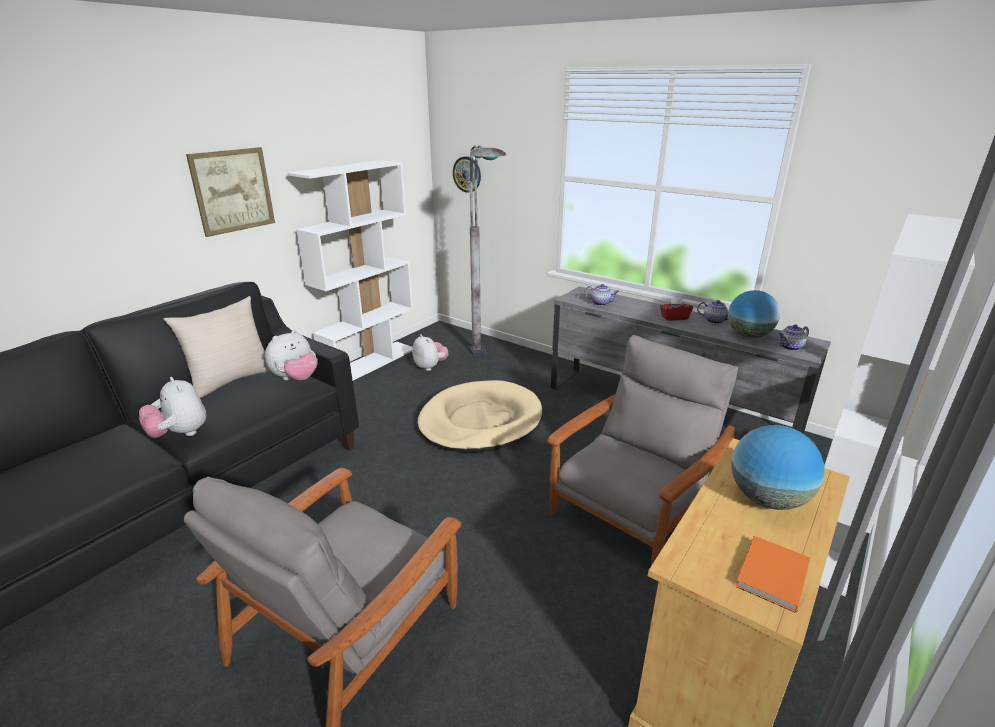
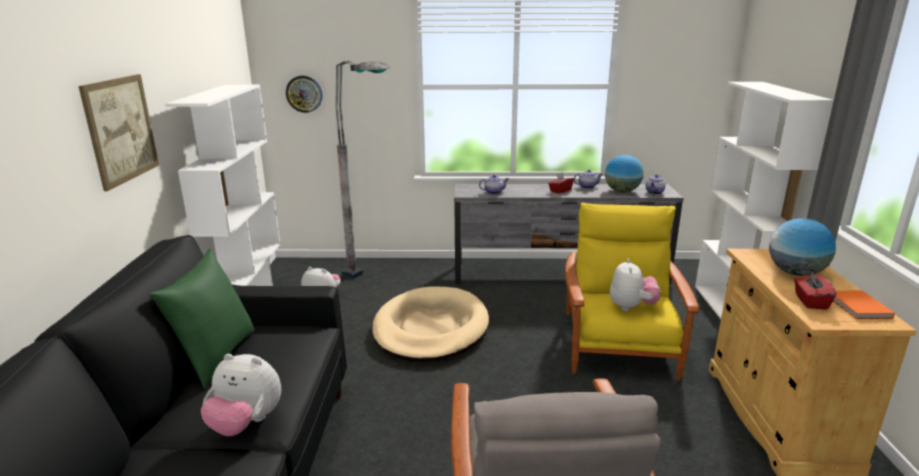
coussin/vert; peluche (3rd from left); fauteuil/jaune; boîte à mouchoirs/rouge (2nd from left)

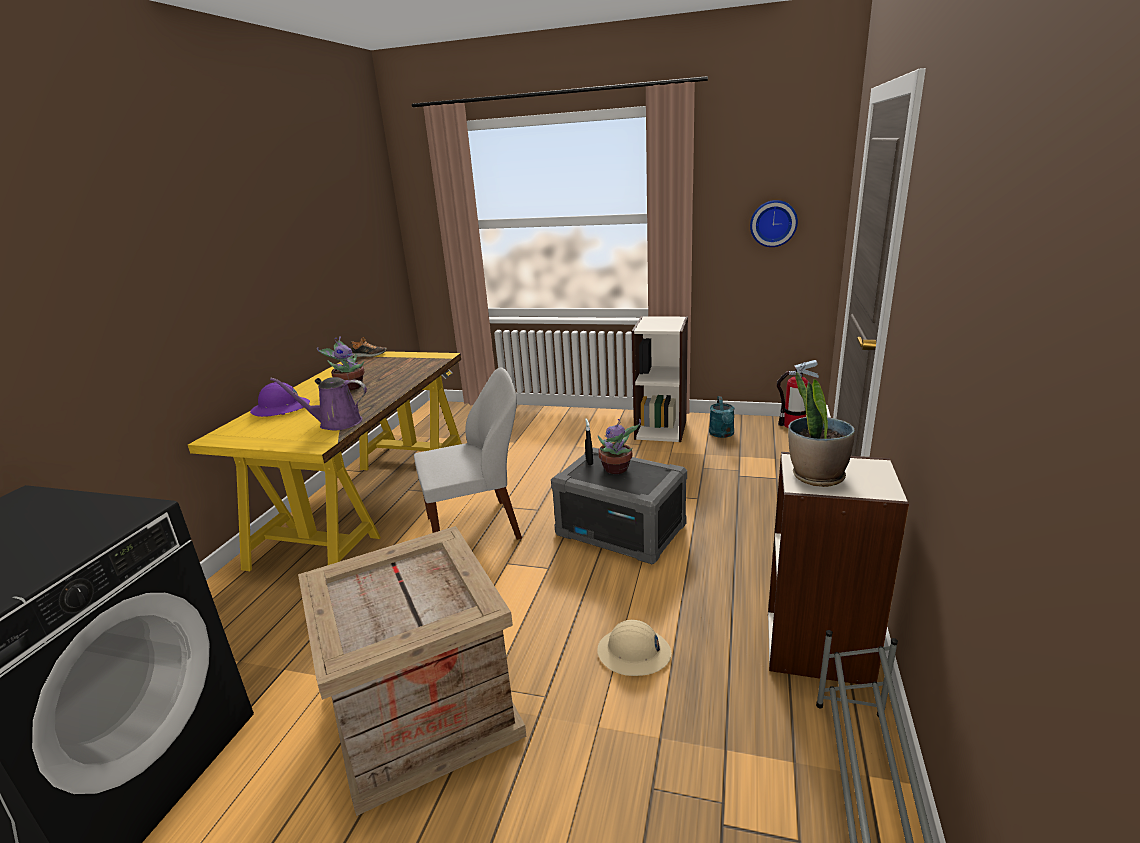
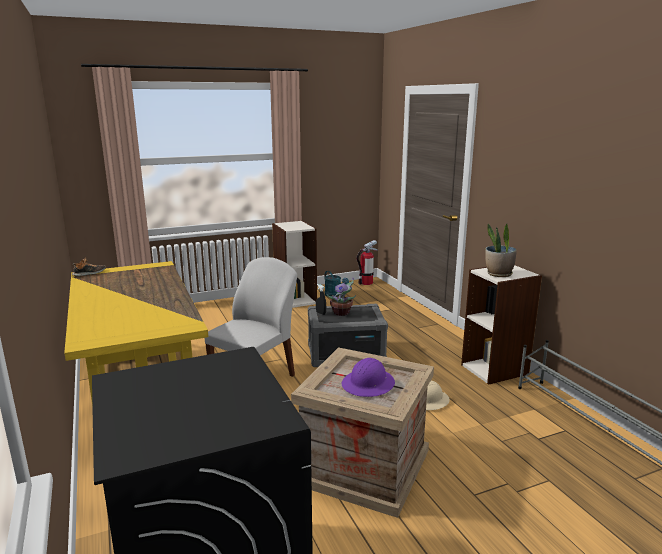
casque de chantier/violet; arrosoir/violet; plante en pot (1st from left in the first image); horloge murale

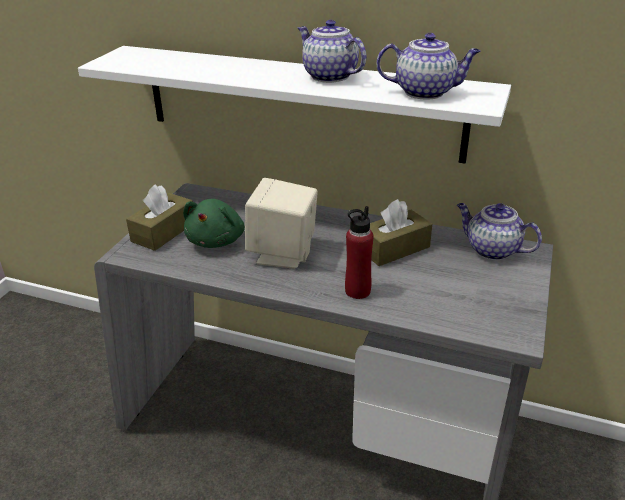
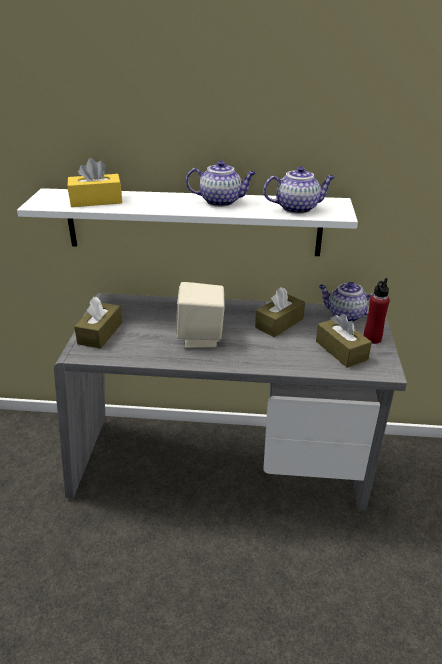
peluche/vert; théière (1st from left); bouteille/rouge; boîte à mouchoirs/jaune; boîte à mouchoirs/marron (3rd from left)

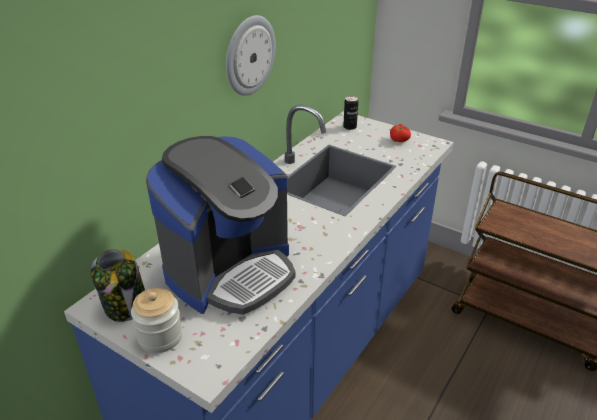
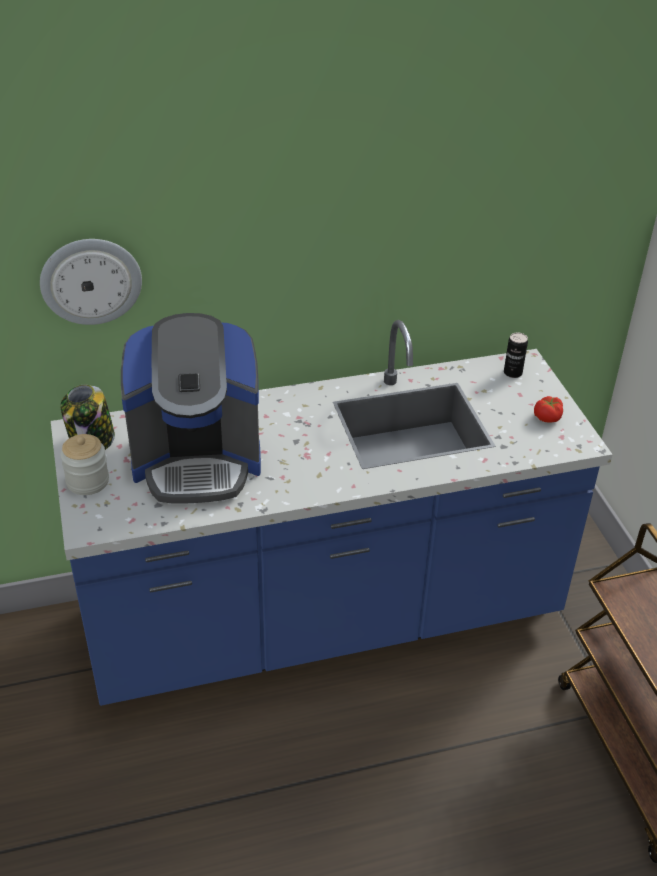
horloge murale

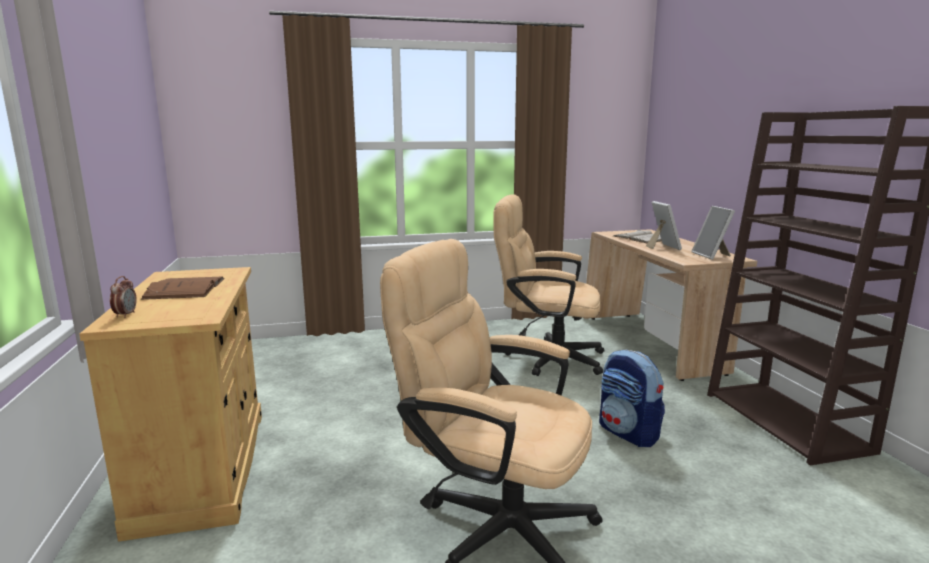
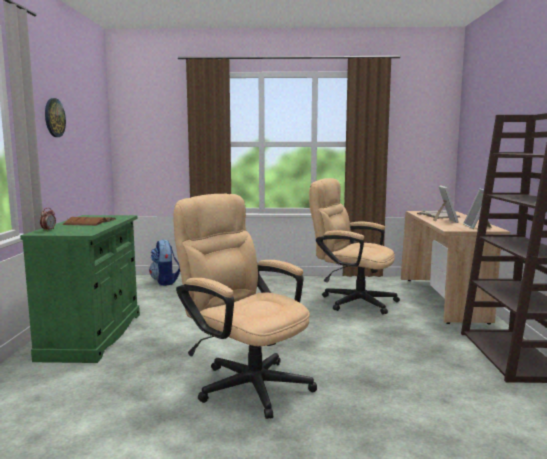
meuble de rangement/vert; sac à dos; horloge murale

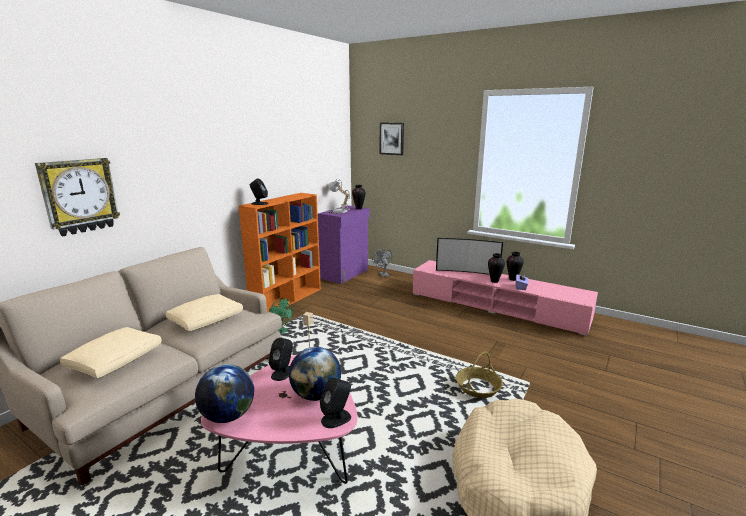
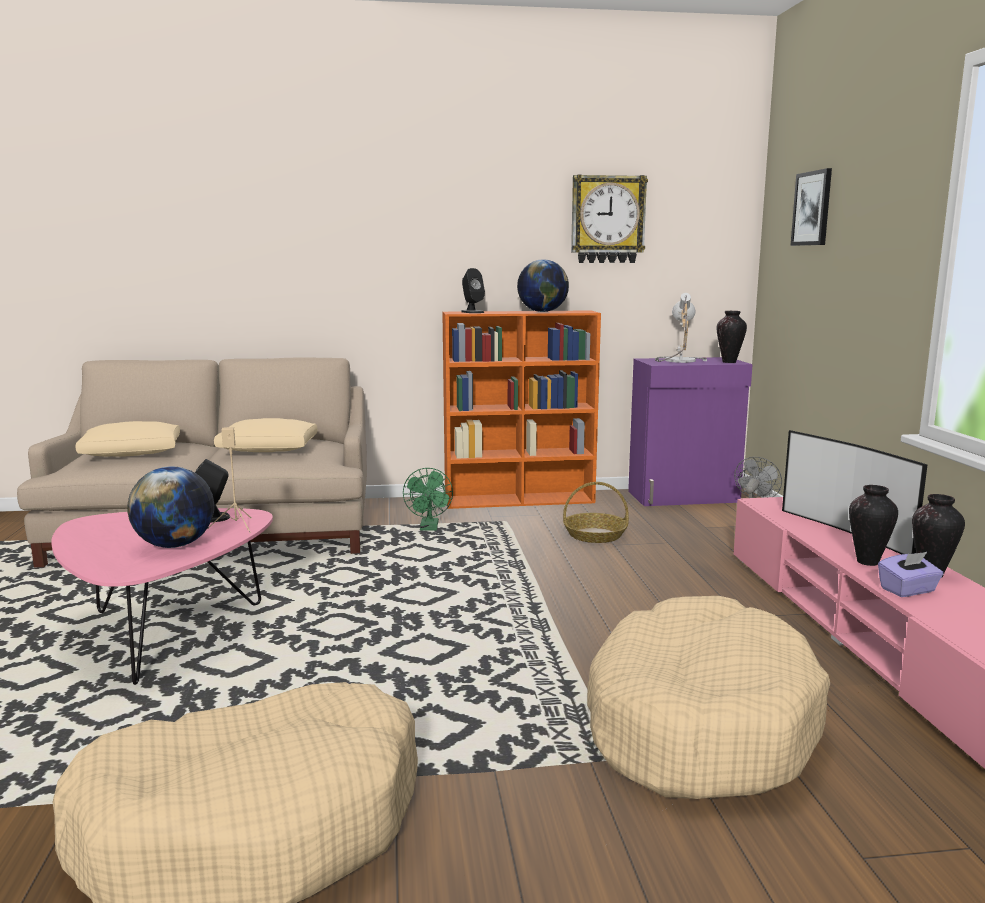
horloge murale; globe (2nd from left); enceinte/noir (3rd from left in the first image); panier; panier pour chien/beige (2nd from left)

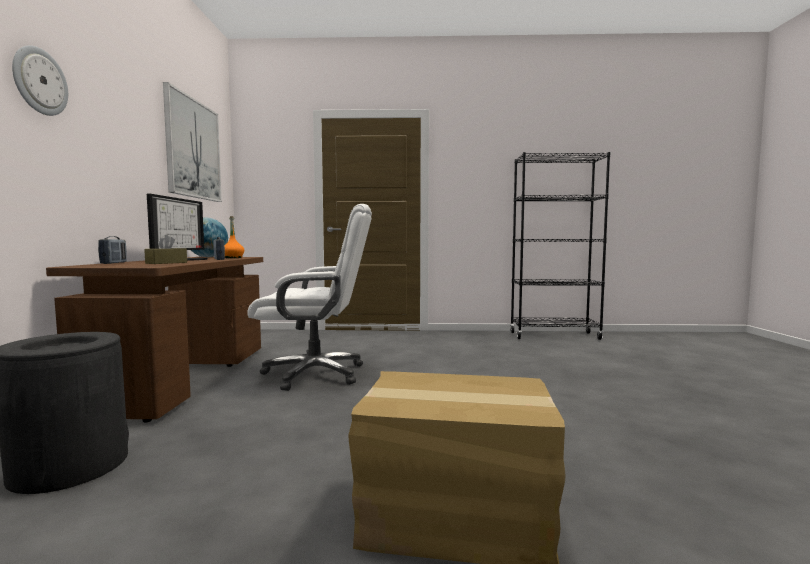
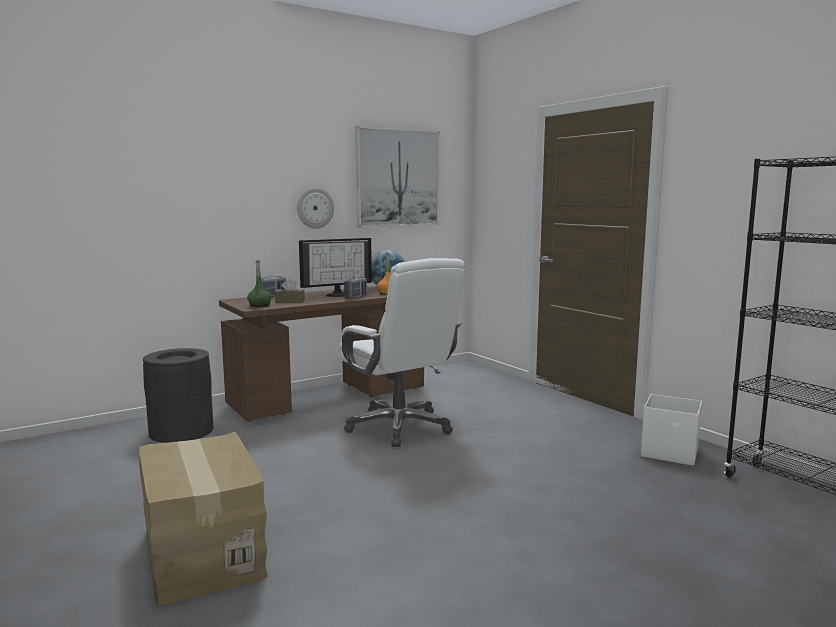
horloge murale; bouteille/vert; boîte de rangement/blanc

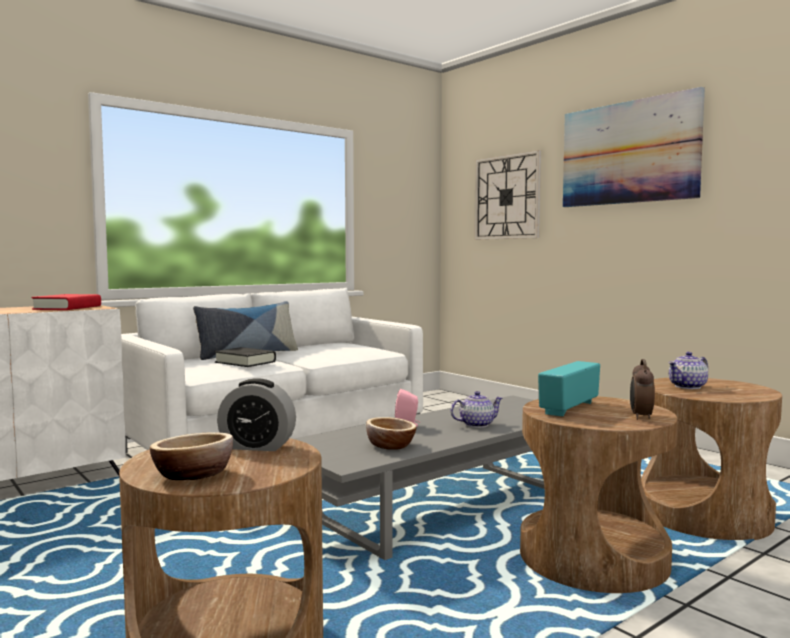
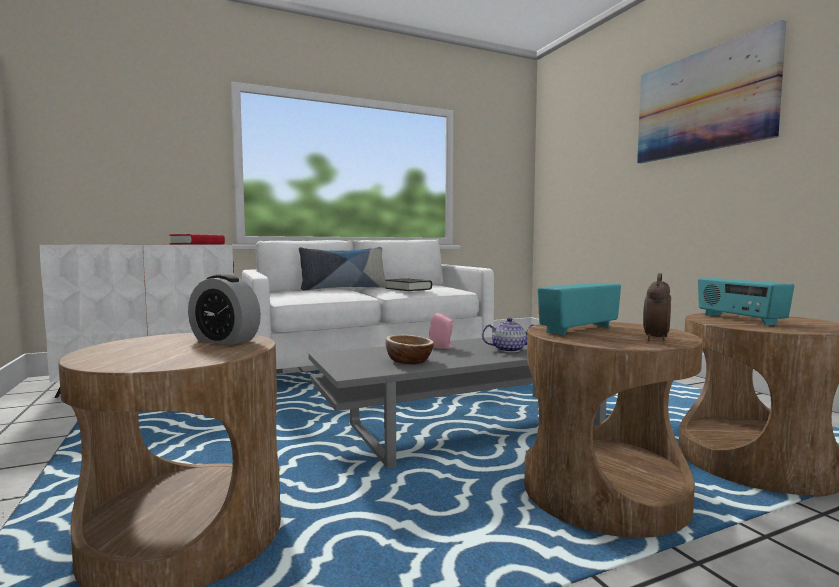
bol (1st from left in the first image); livre/noir; horloge murale; radio (2nd from left)

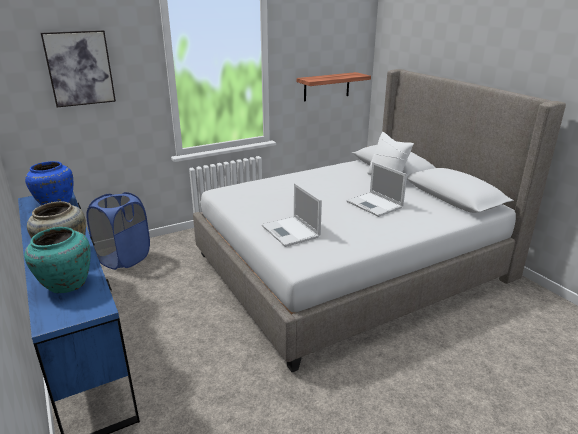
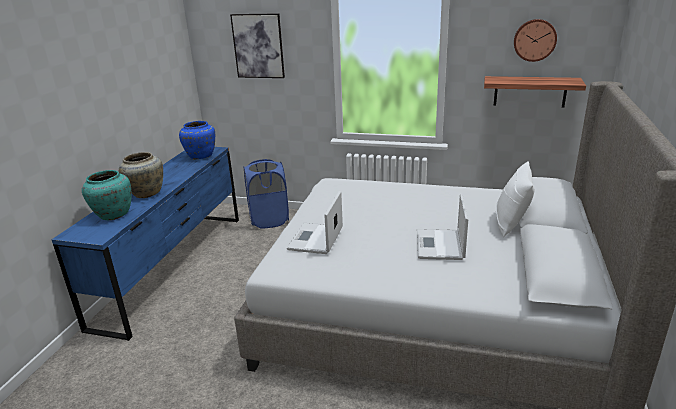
horloge murale

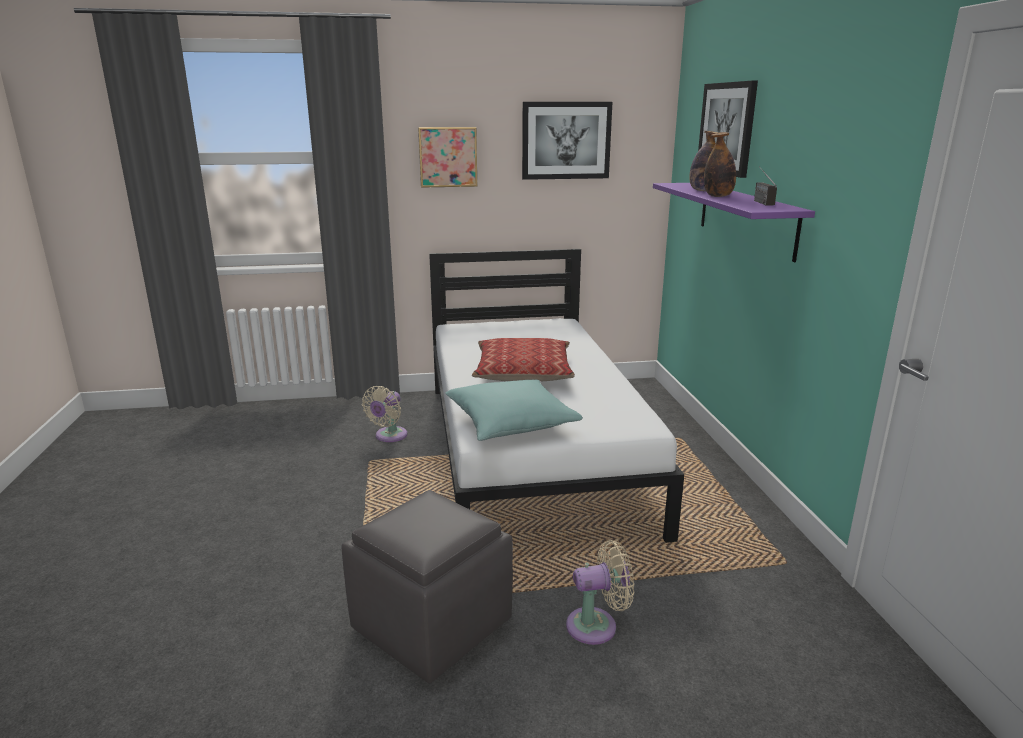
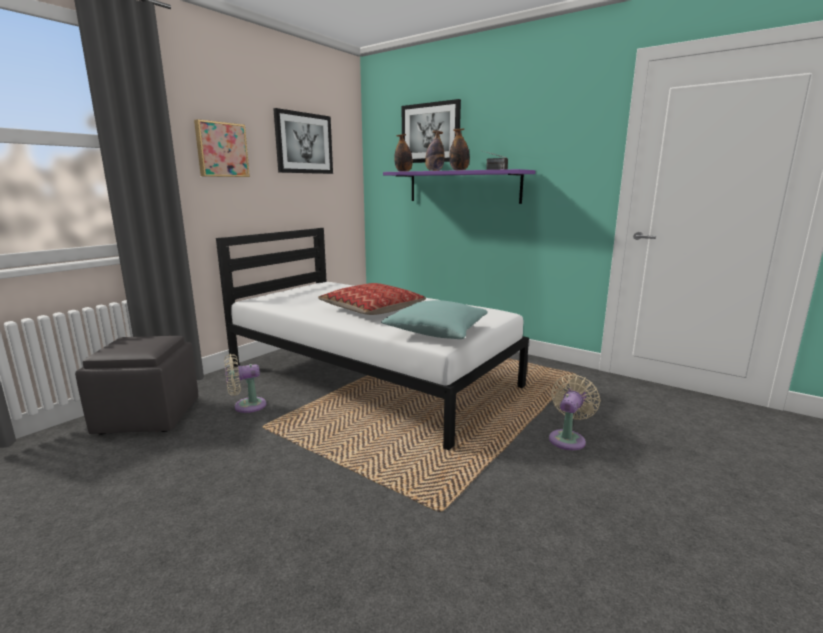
pouf/gris; ventilateur/beige (1st from left); bouteille (1st from left)

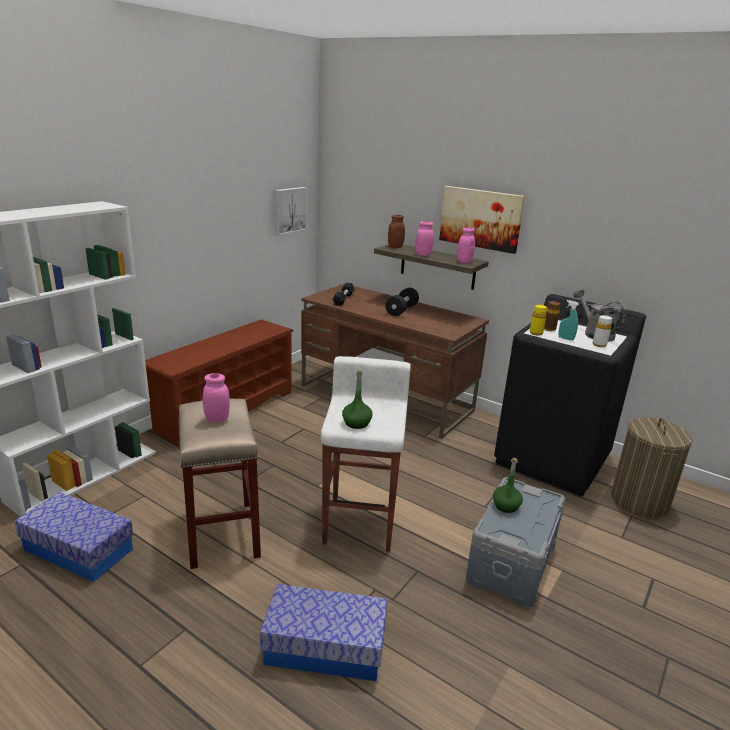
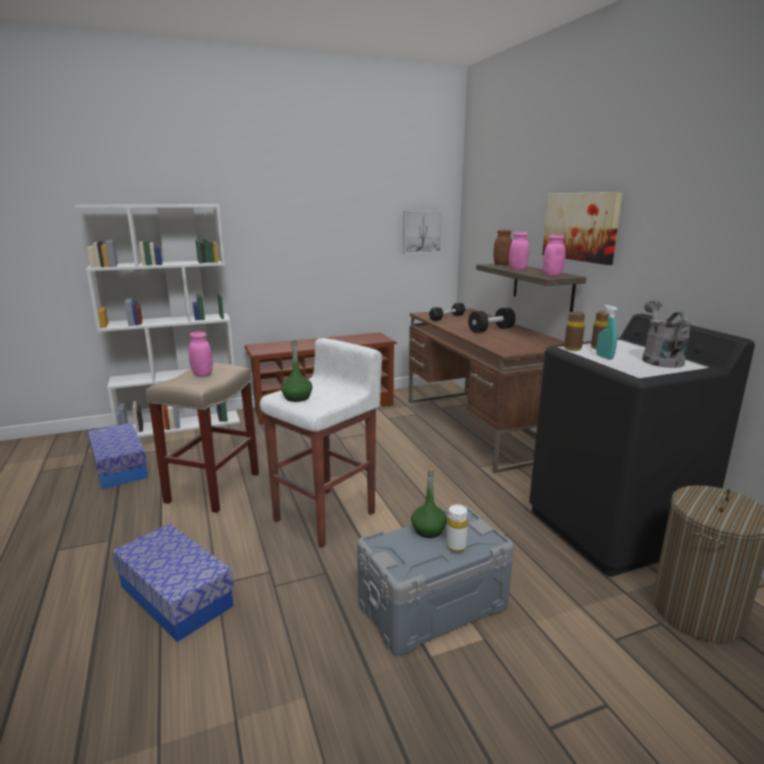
bouteille/marron (1st from left); bouteille/blanc

